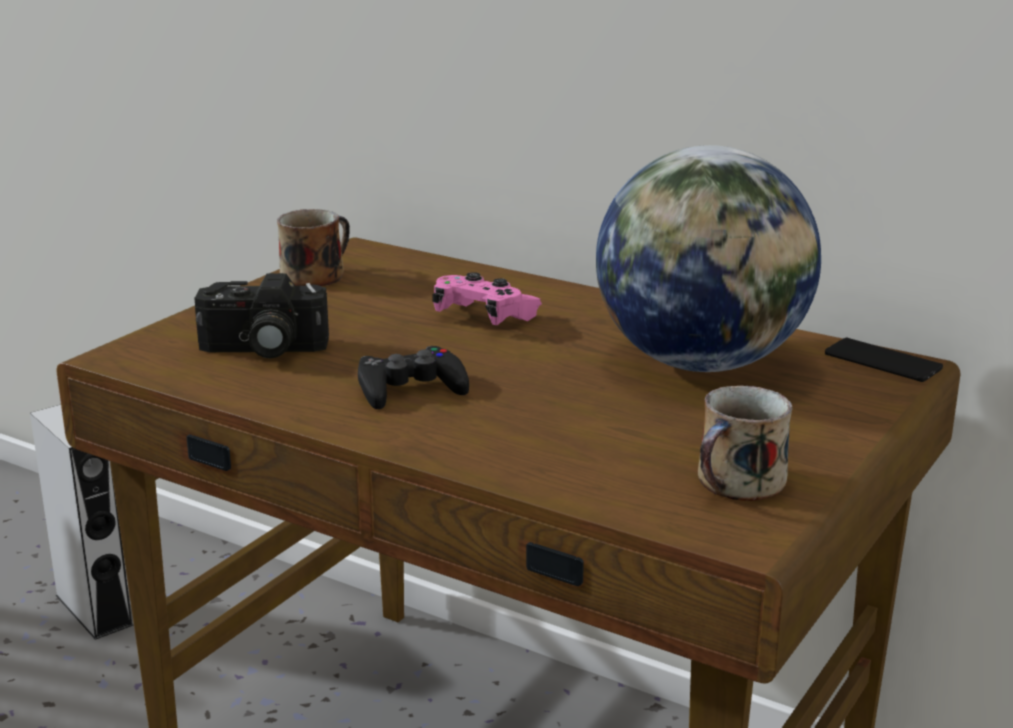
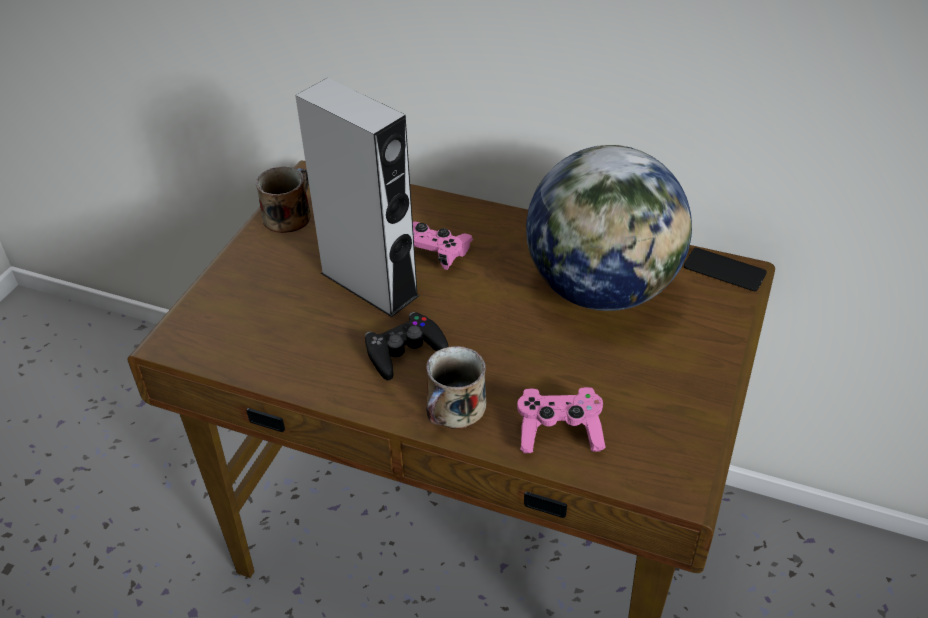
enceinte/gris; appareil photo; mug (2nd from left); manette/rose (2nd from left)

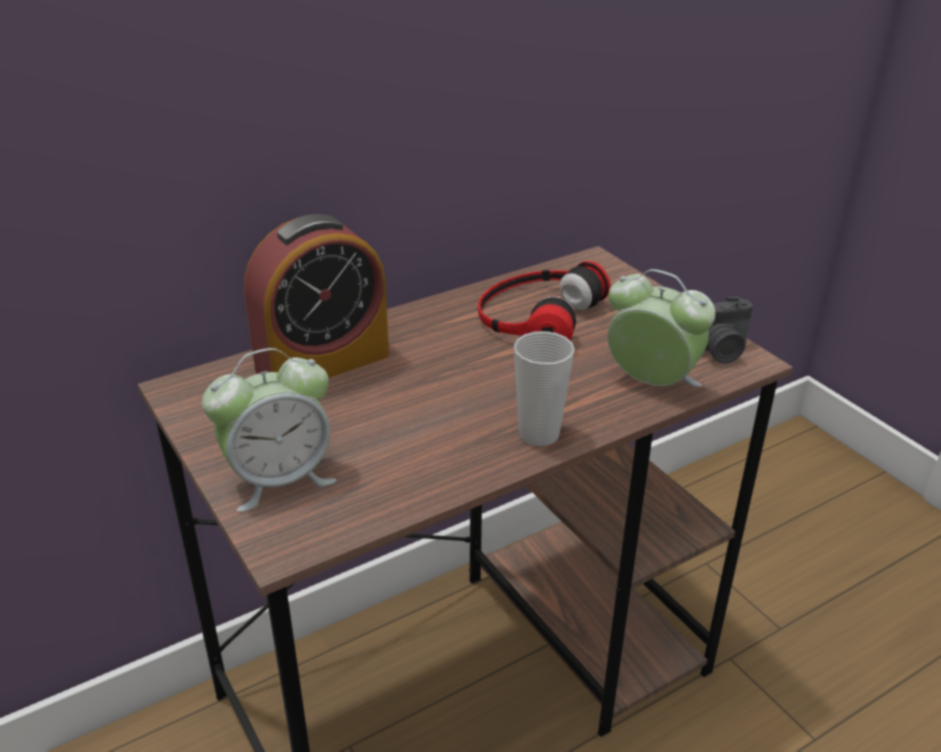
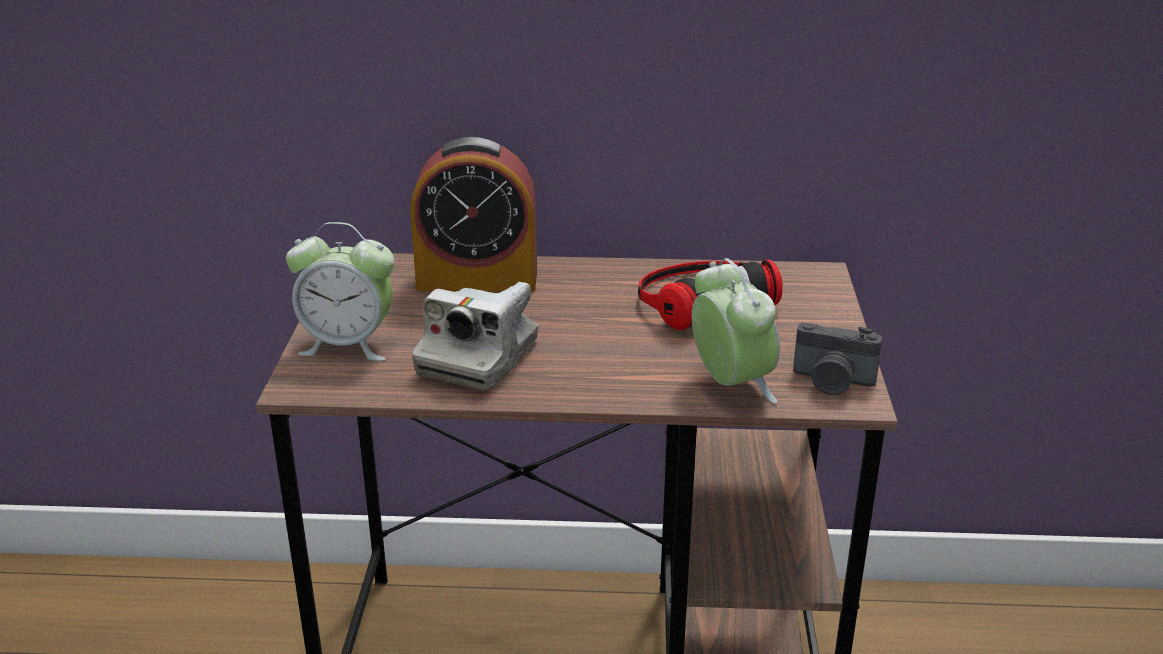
tasse; appareil photo (1st from left)

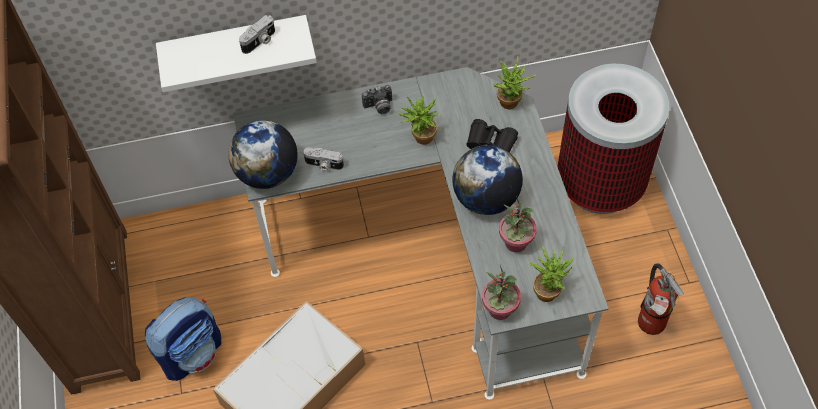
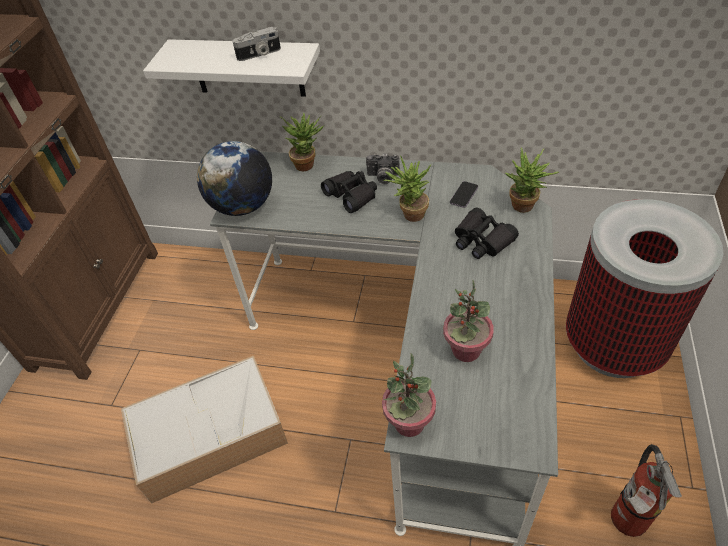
sac à dos; appareil photo (2nd from left in the first image); globe (2nd from left in the first image); plante en pot (1st from left); jumelles/noir (1st from left); téléphone

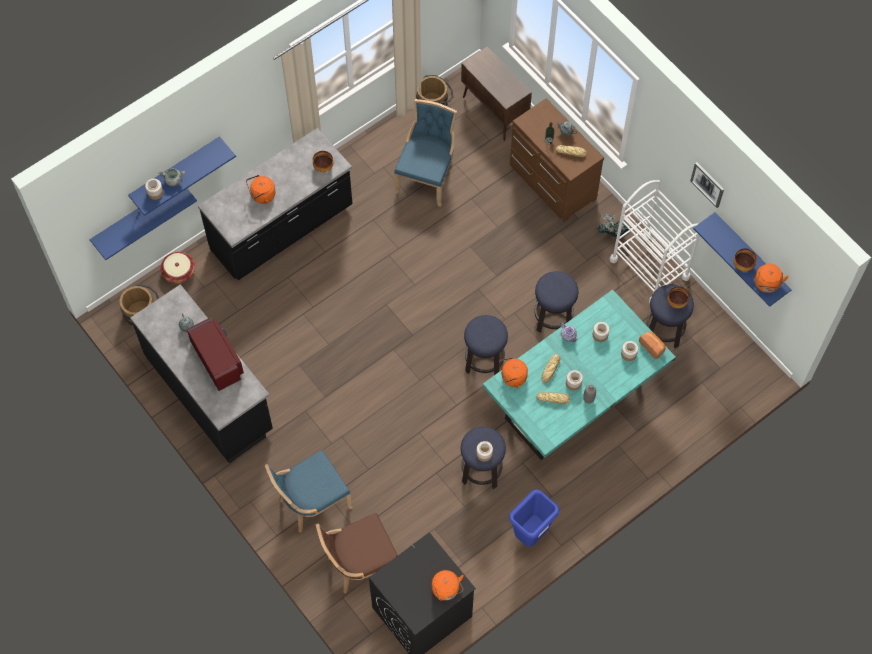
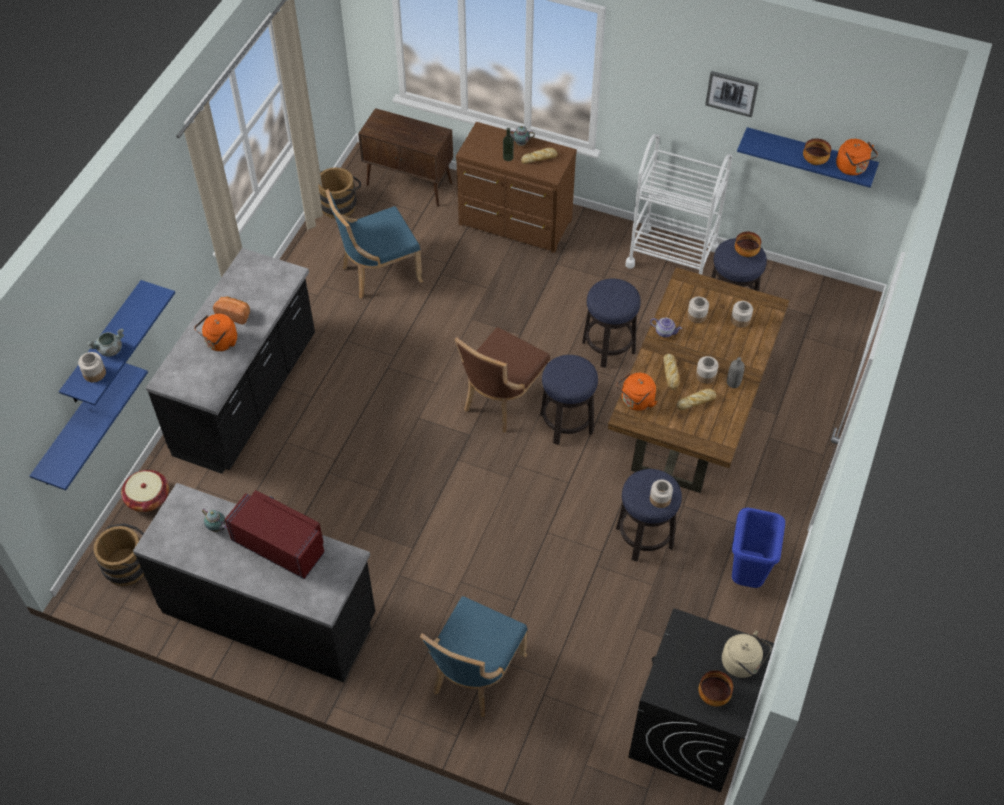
bol (1st from left); chaise/marron; chaise/bleu (1st from left); bouilloire/beige; table à manger/marron; plante en pot; pain (1st from left)

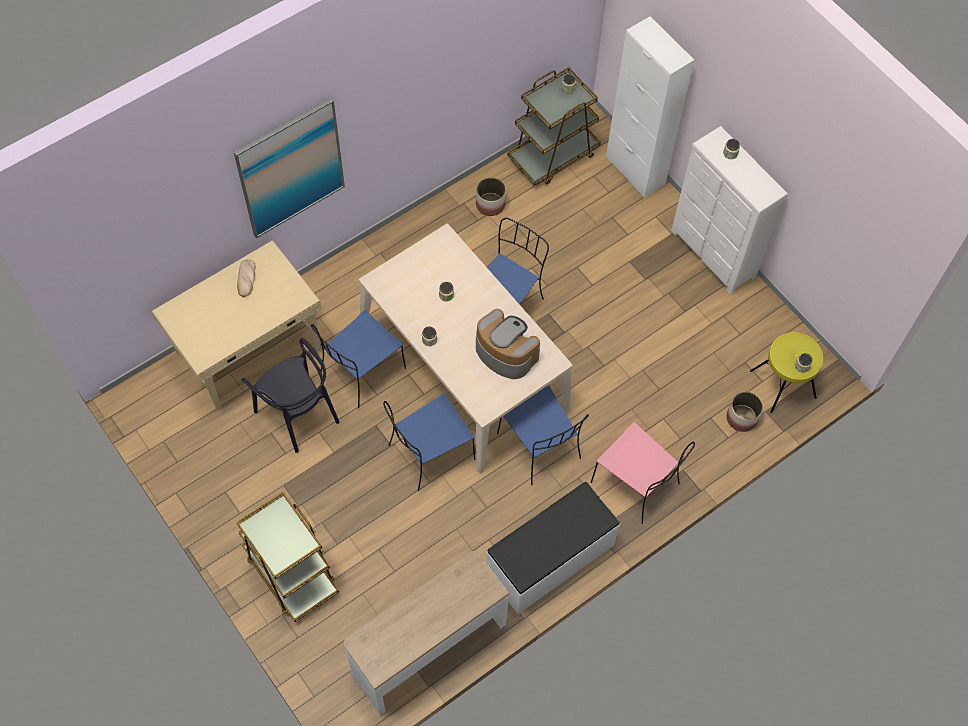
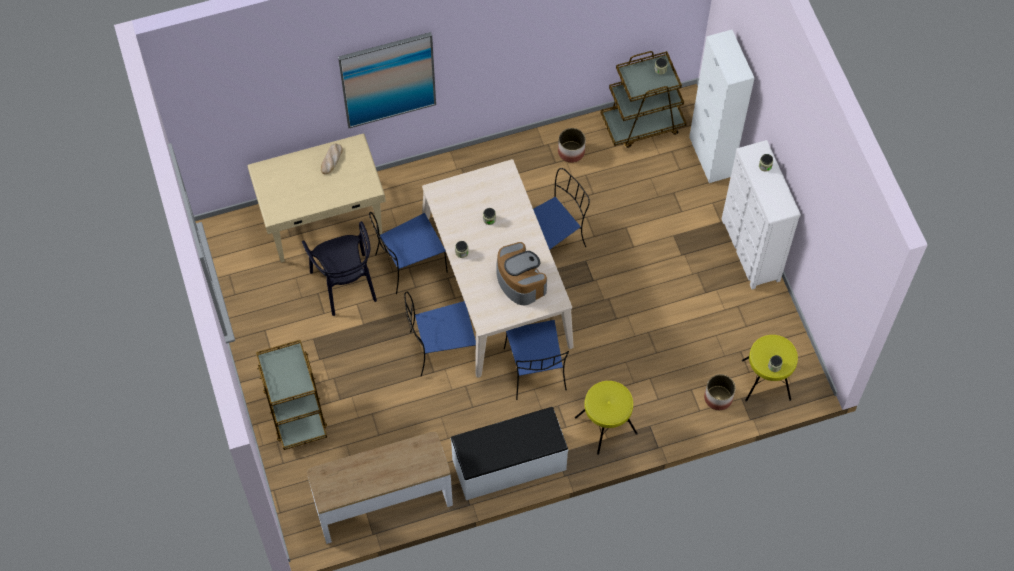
tabouret/jaune (1st from left)

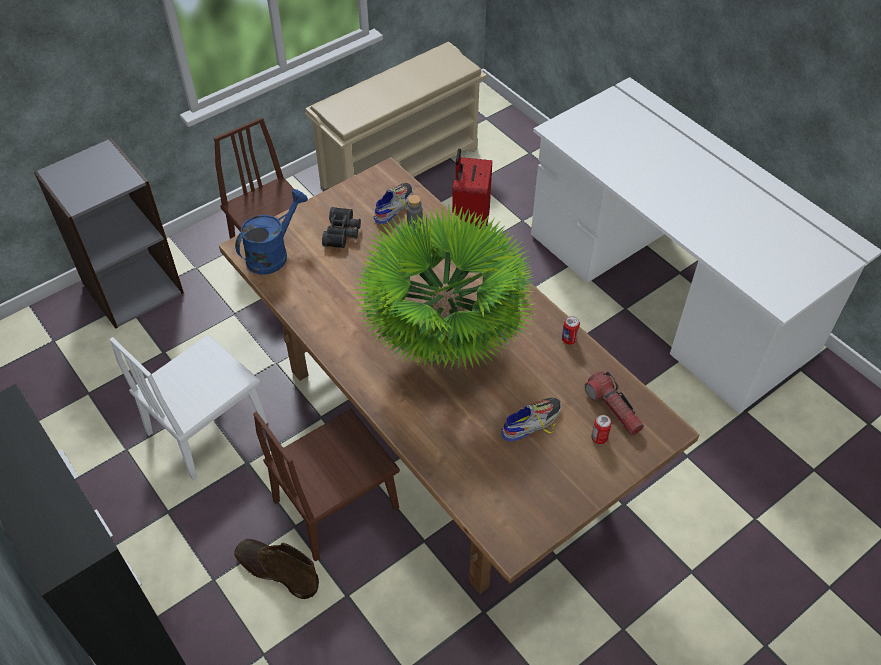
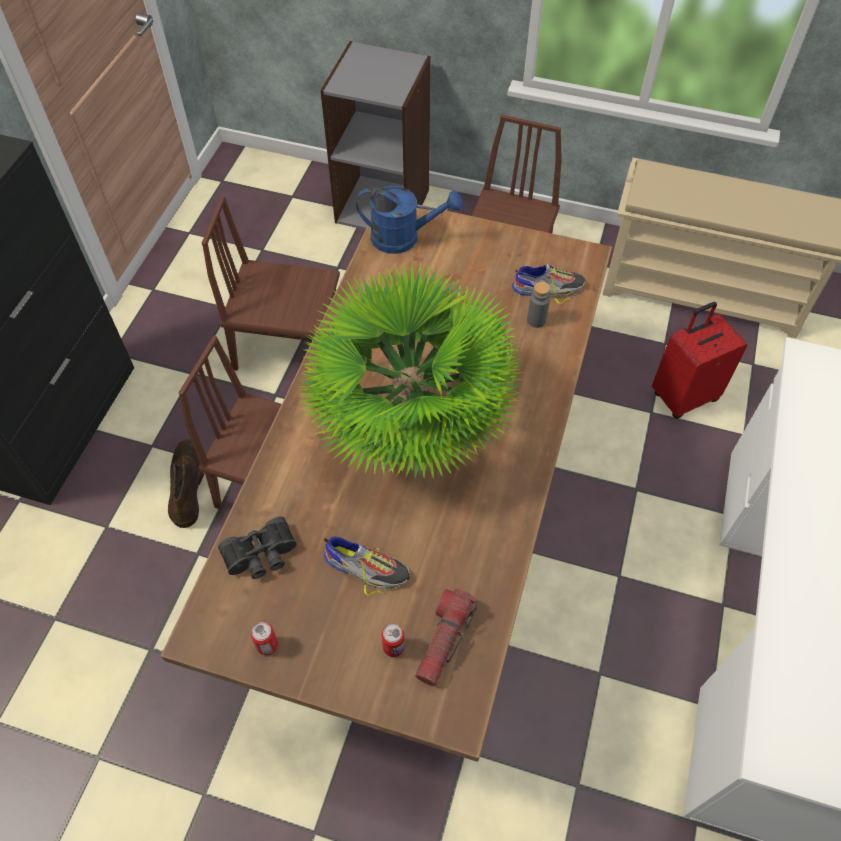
chaise/marron (2nd from left); jumelles/noir; boîte métallique (1st from left)

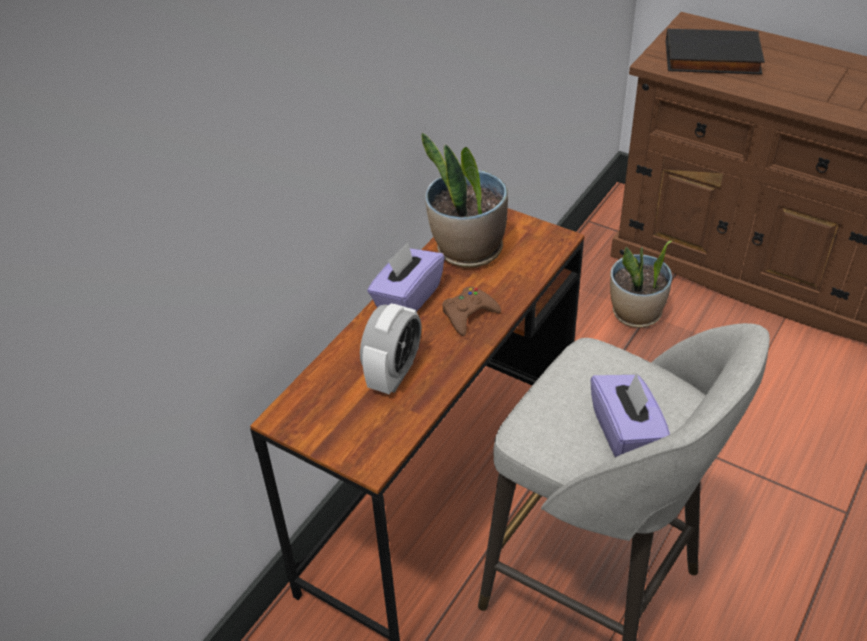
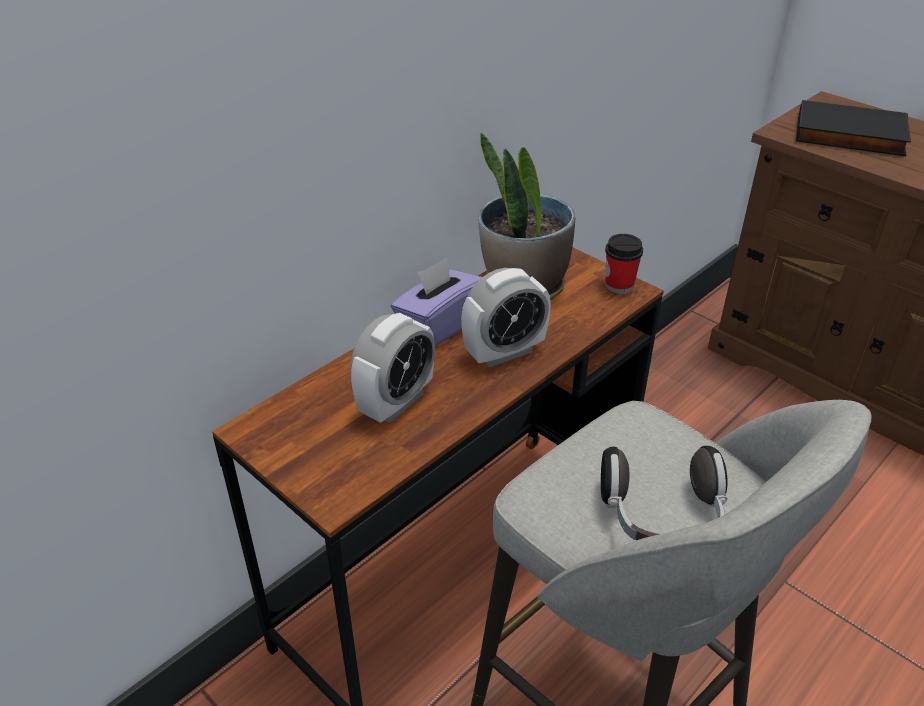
réveil (2nd from left); casque audio; plante en pot (2nd from left in the first image); tasse

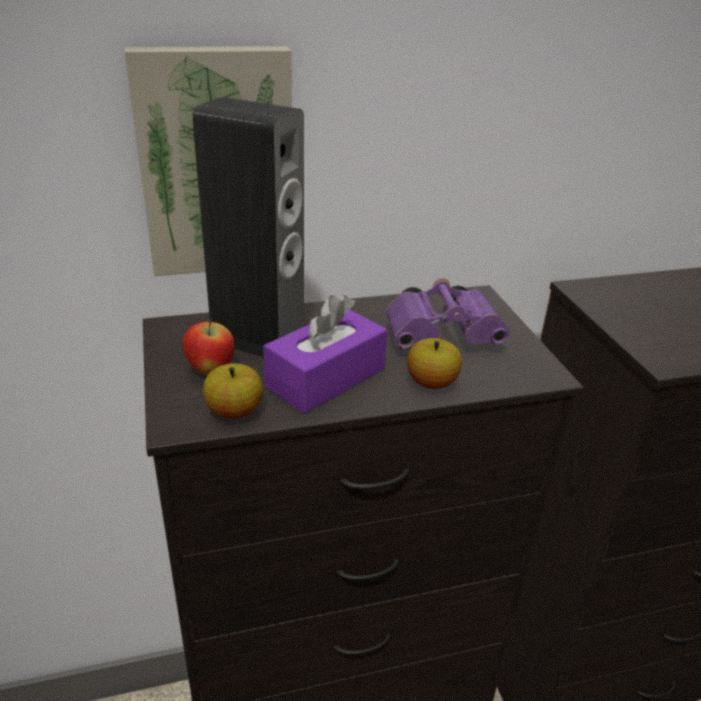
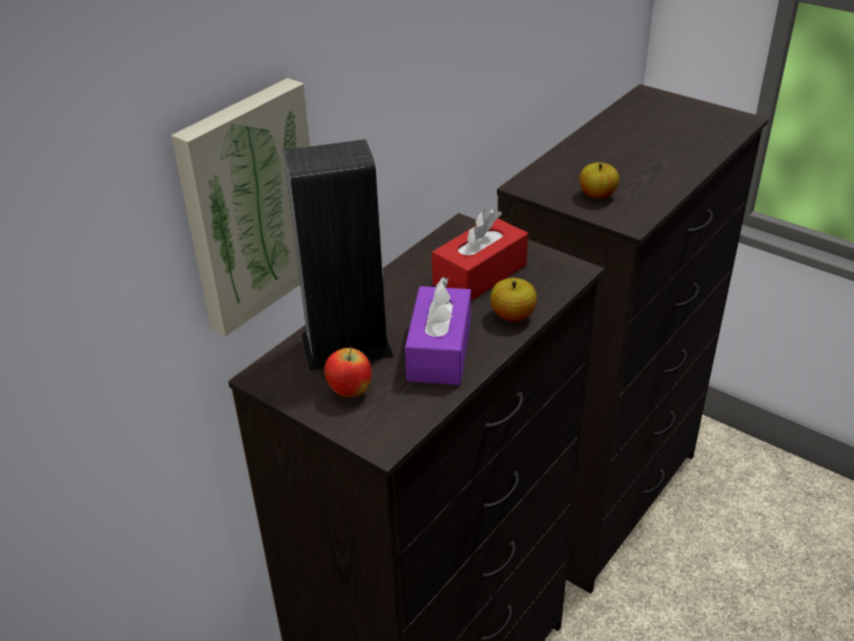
pomme (3rd from left); boîte à mouchoirs/rouge

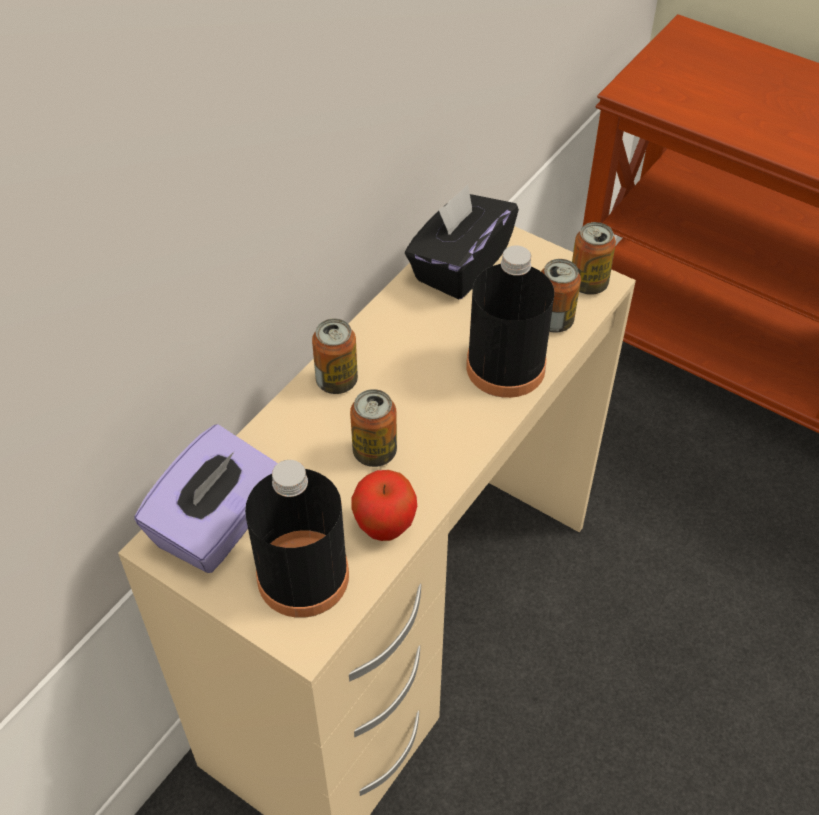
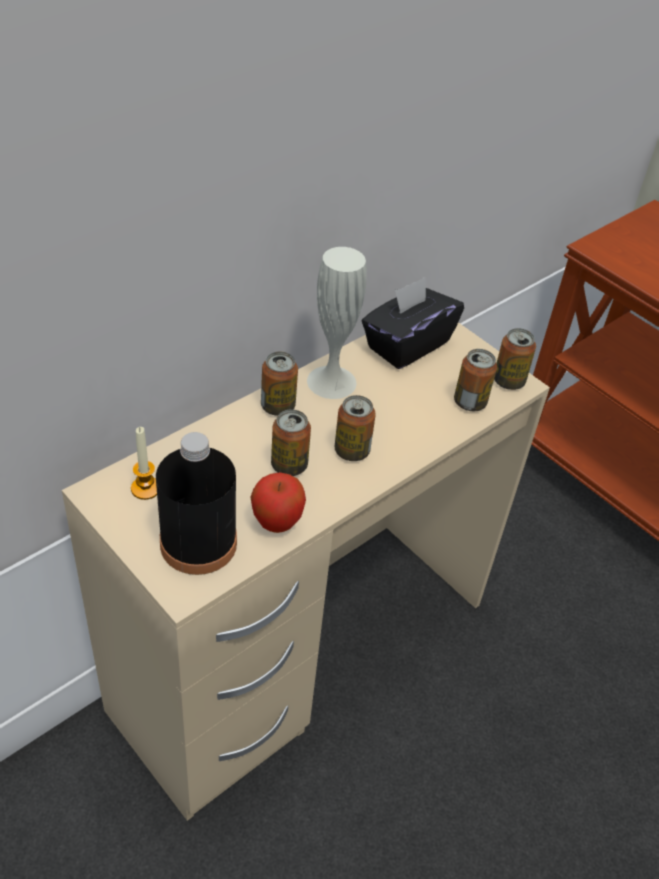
bougie; bouteille/noir (2nd from left in the first image); vase/blanc; boîte métallique (3rd from left)

